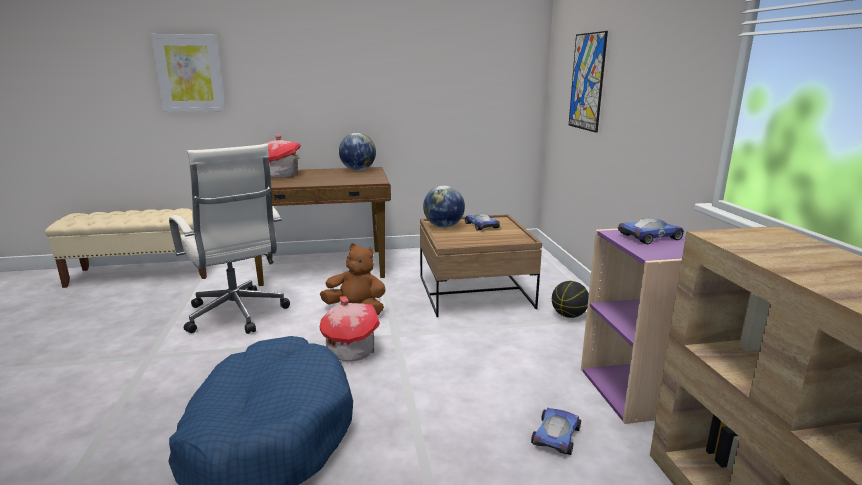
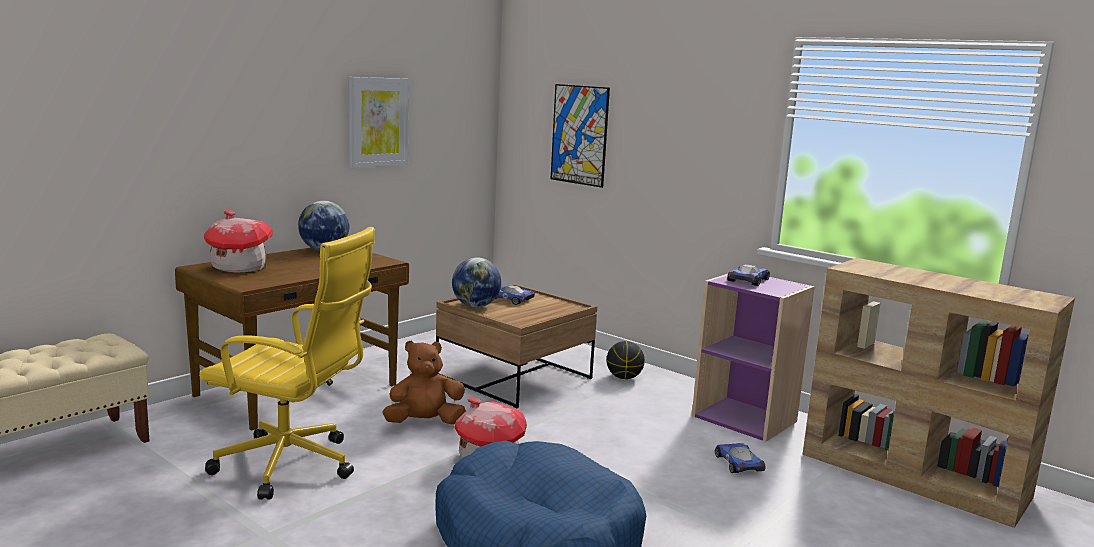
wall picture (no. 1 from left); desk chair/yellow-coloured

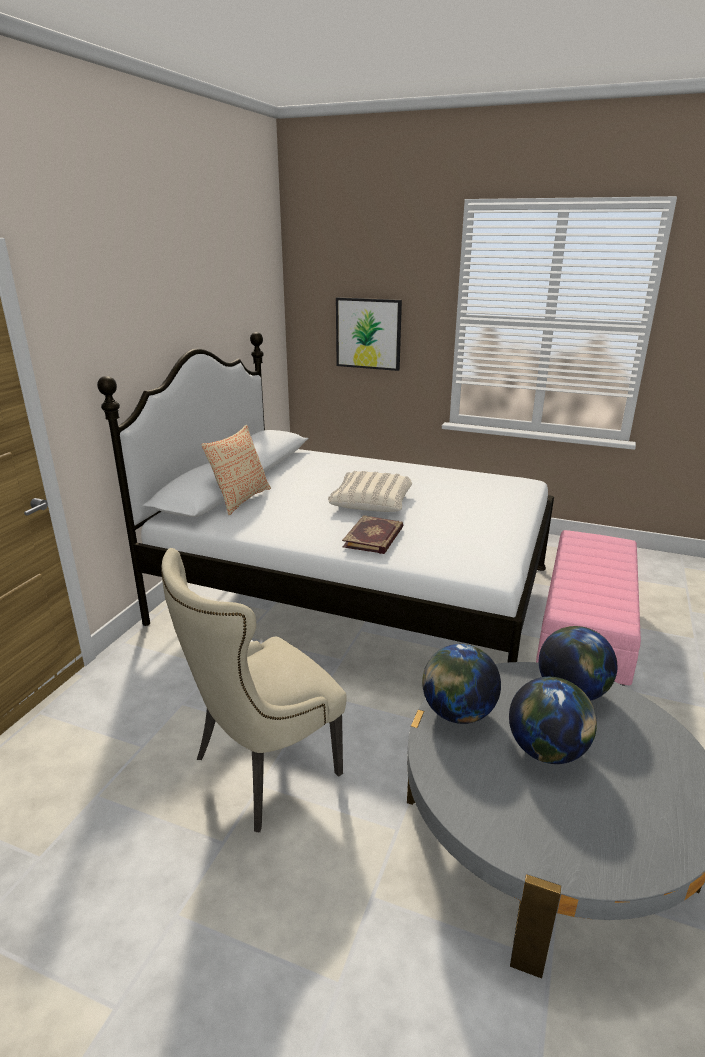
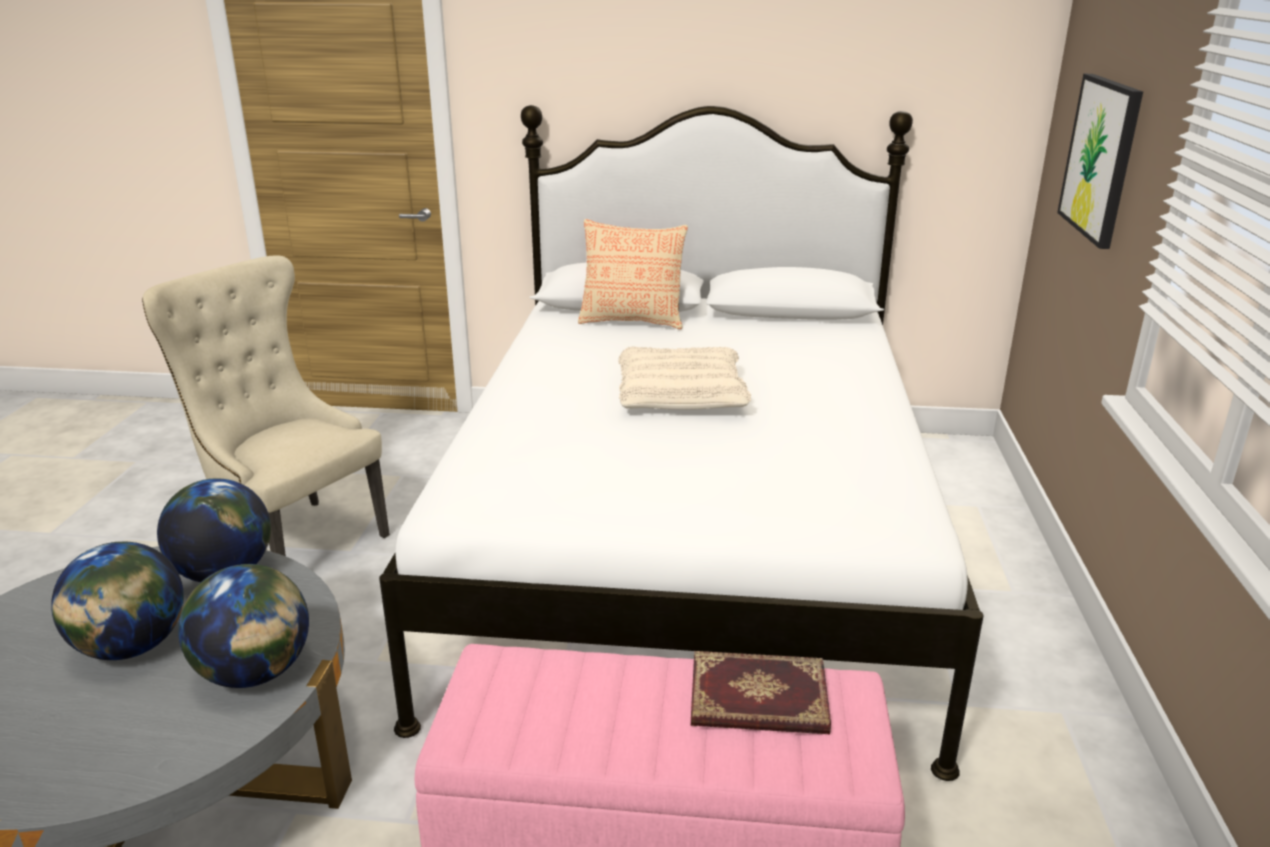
bound book

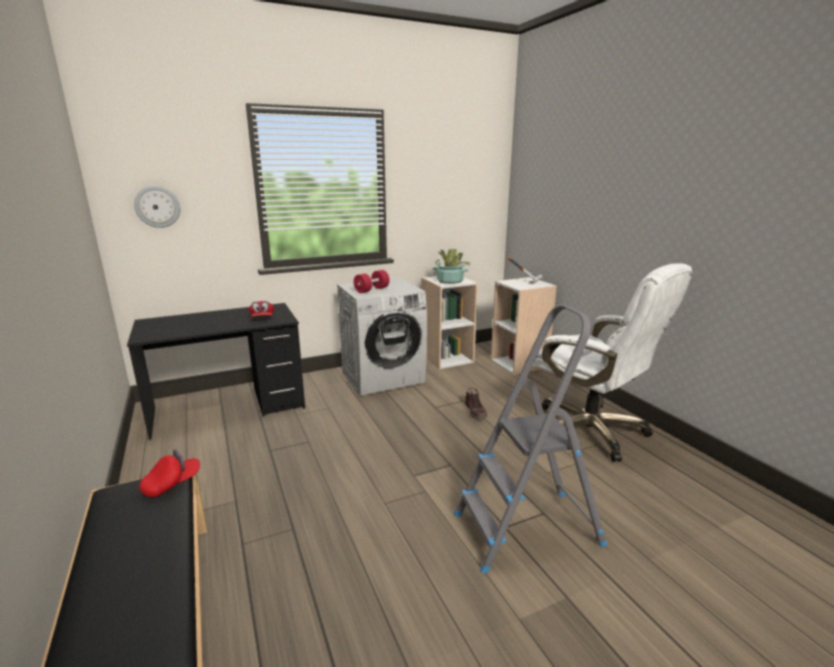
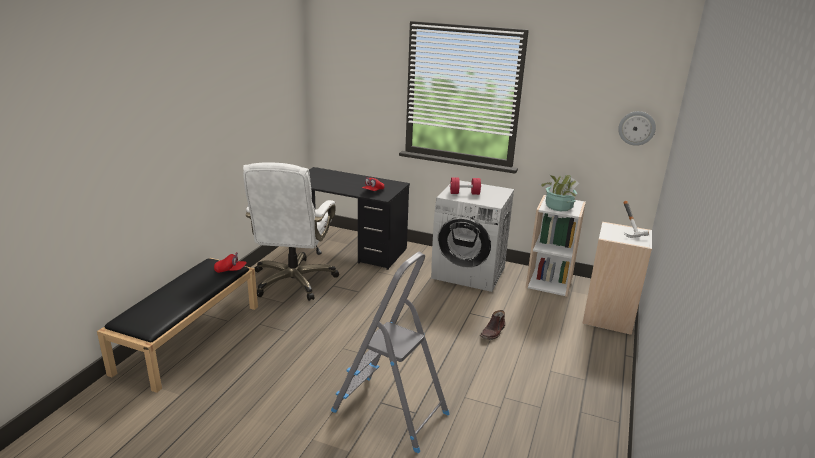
clock on the wall; desk chair/white

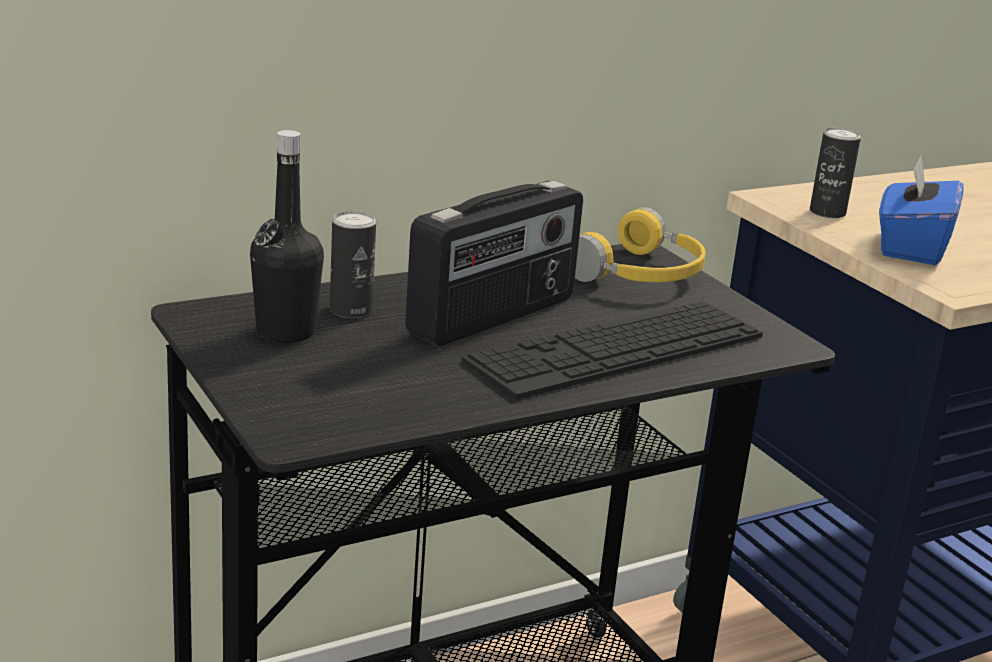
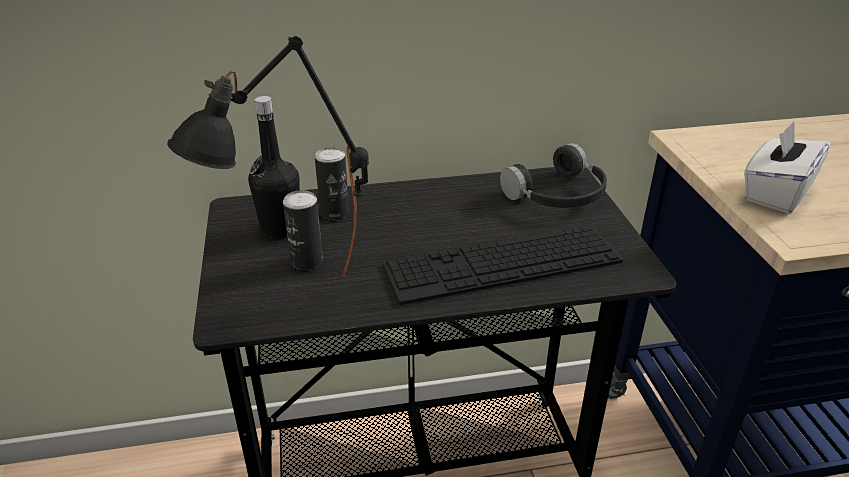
radio; lamp for a table/black-coloured; can (no. 1 from left); headphones/black-coloured; box of tissues/white

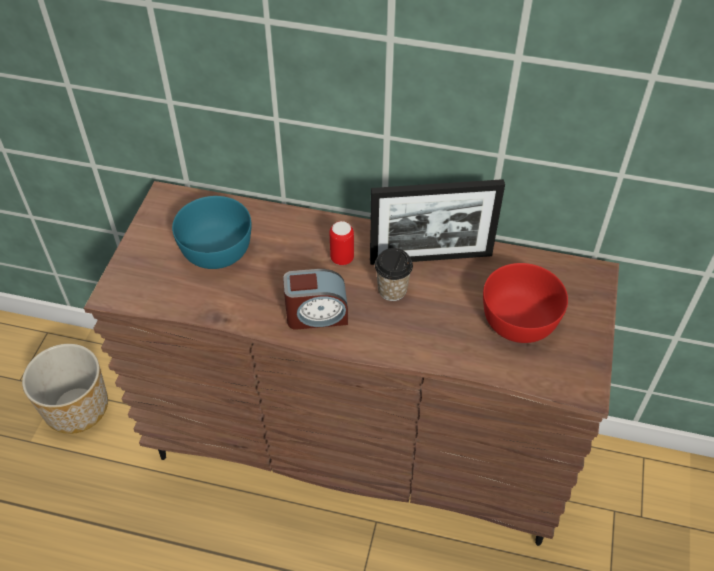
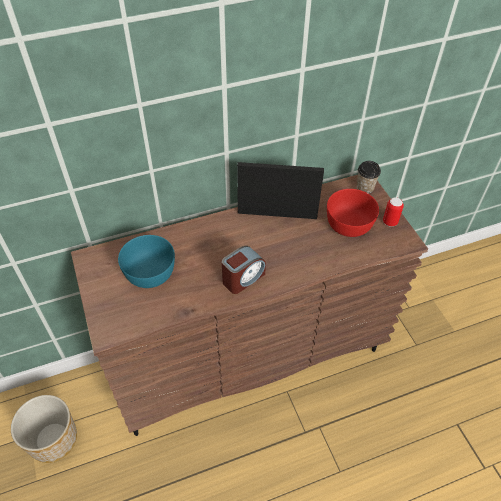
can; small cup; photo frame

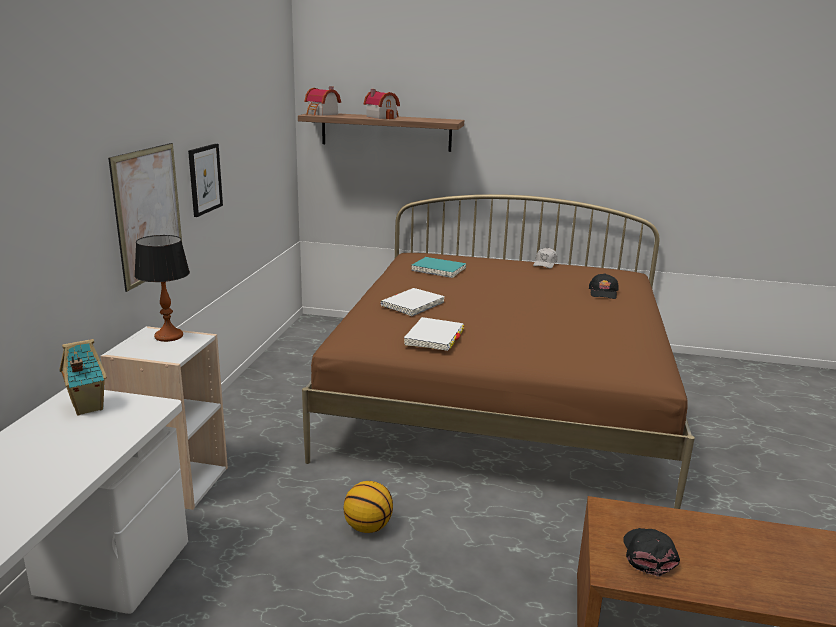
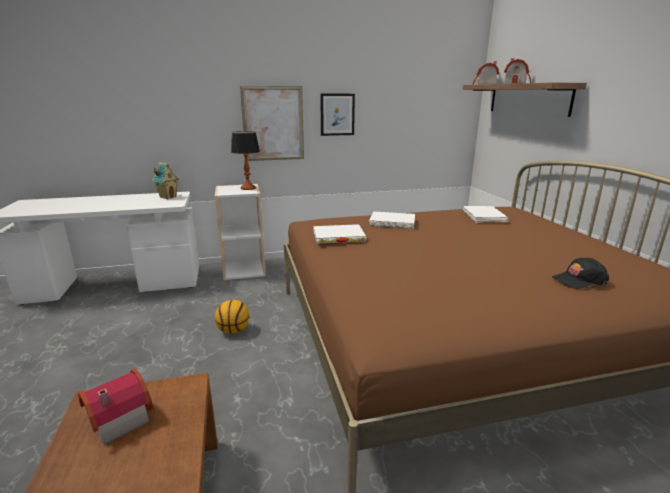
cap/white; toy house (no. 1 from left); bound book/white (no. 3 from left)

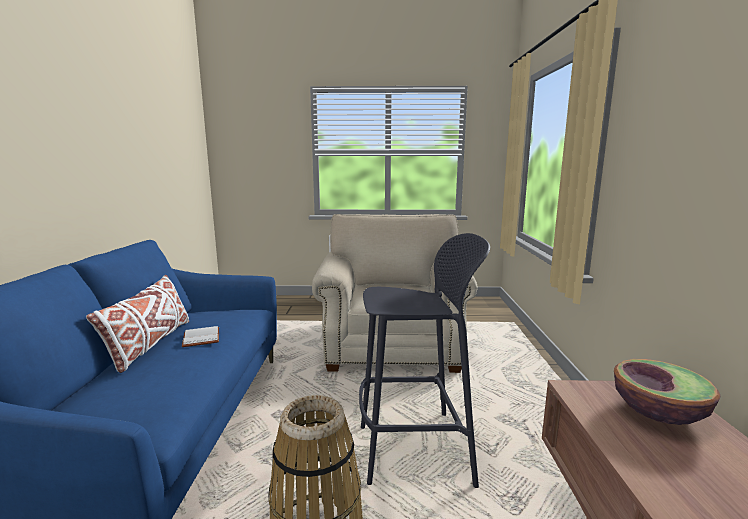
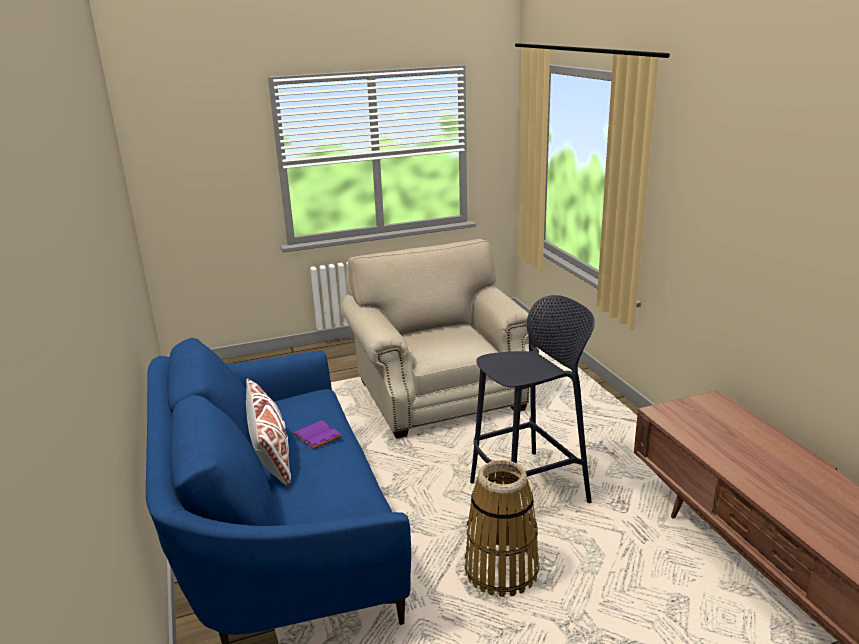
serving bowl; bound book/purple-coloured

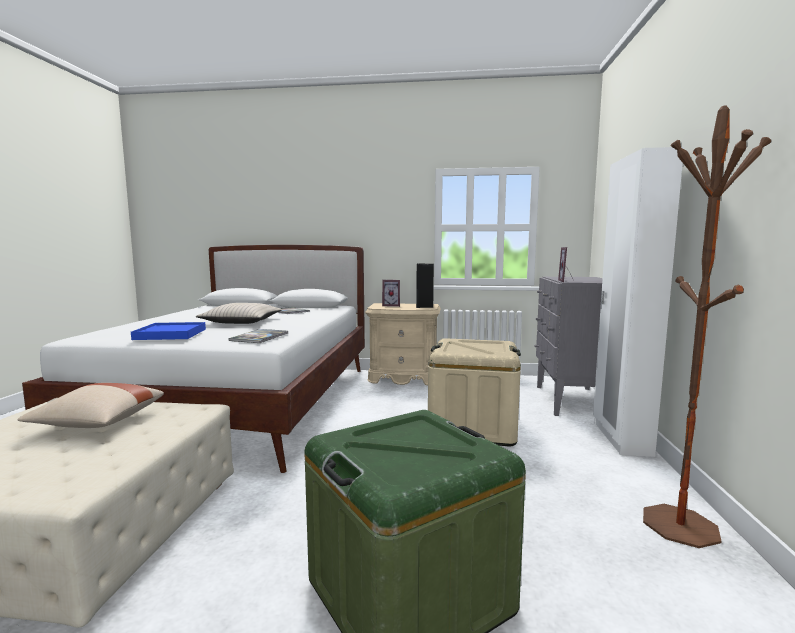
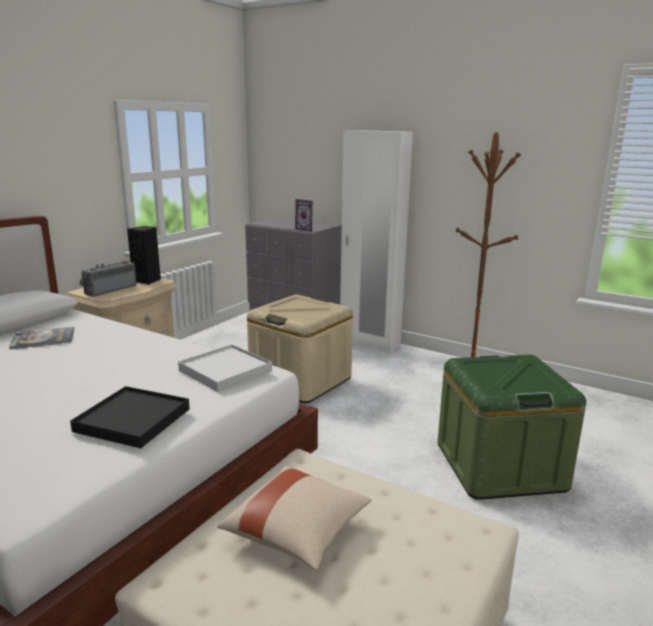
throw pillow/sand-coloured (no. 2 from left in the first image); serving tray/white; radio; serving tray/black-coloured

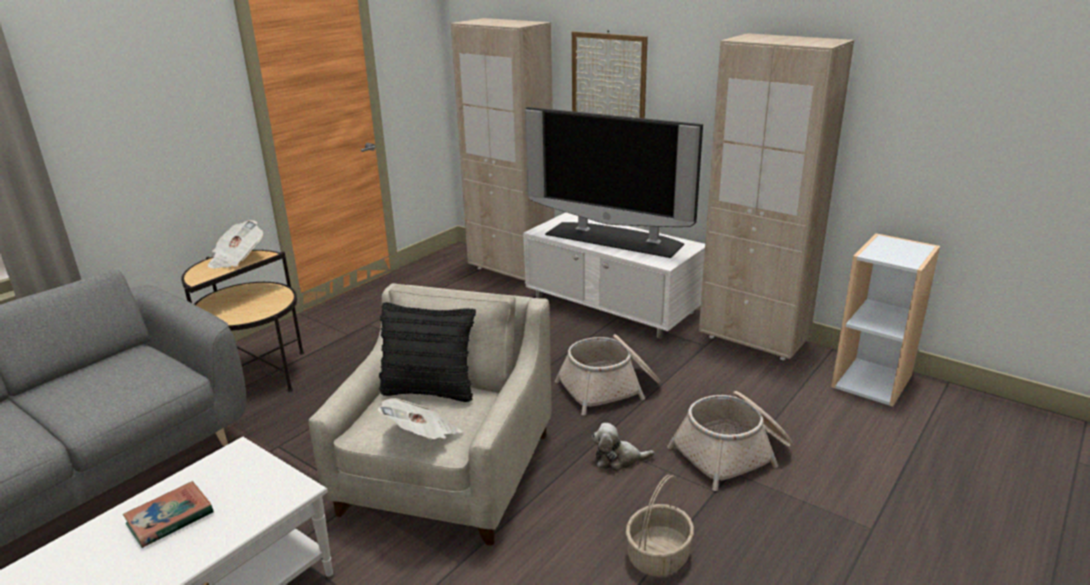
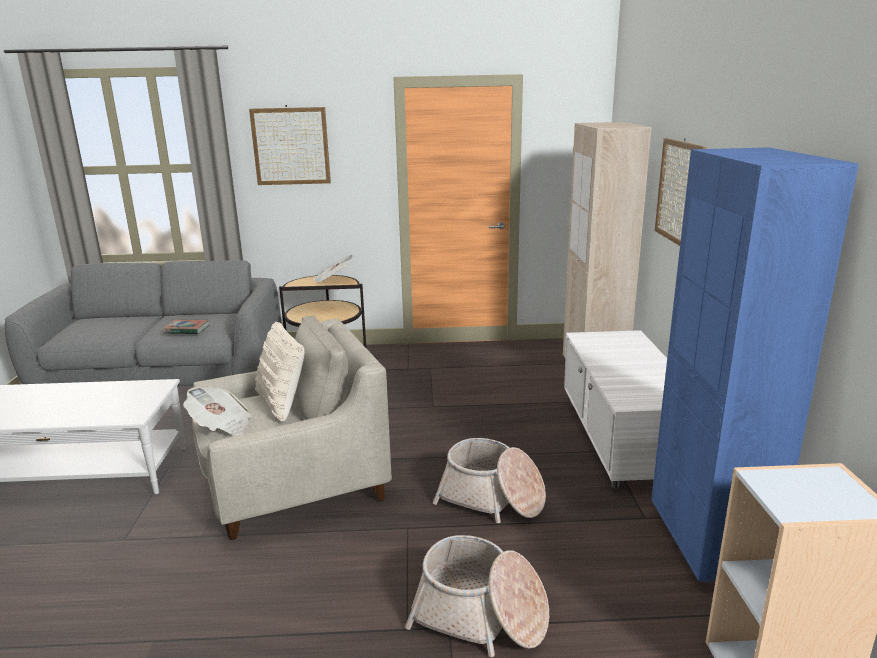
television; soft toy; household basket (no. 2 from left in the first image); wall picture (no. 1 from left); bound book; throw pillow/sand-coloured; cupboard/blue-coloured

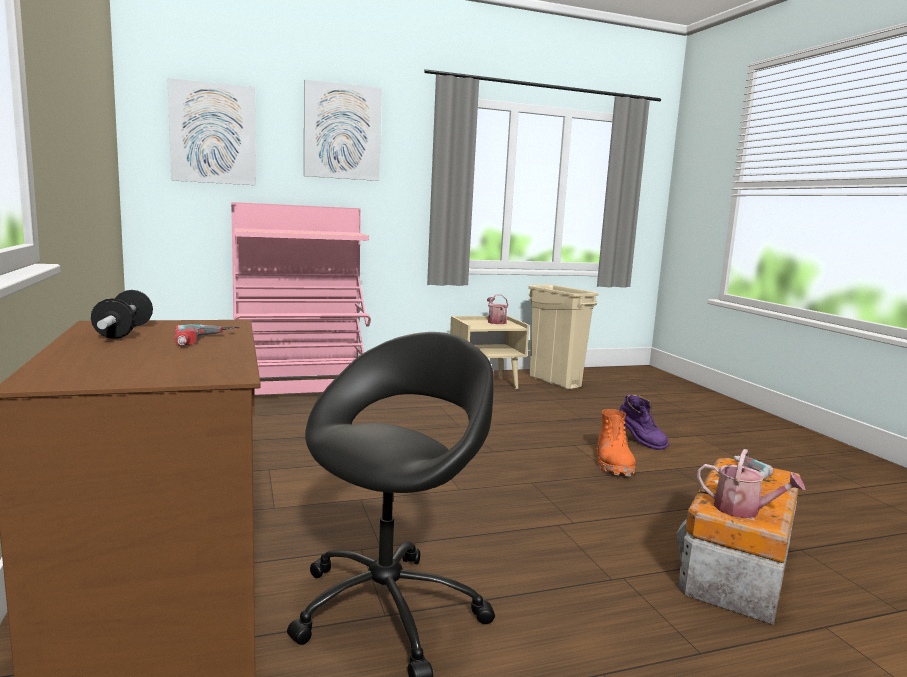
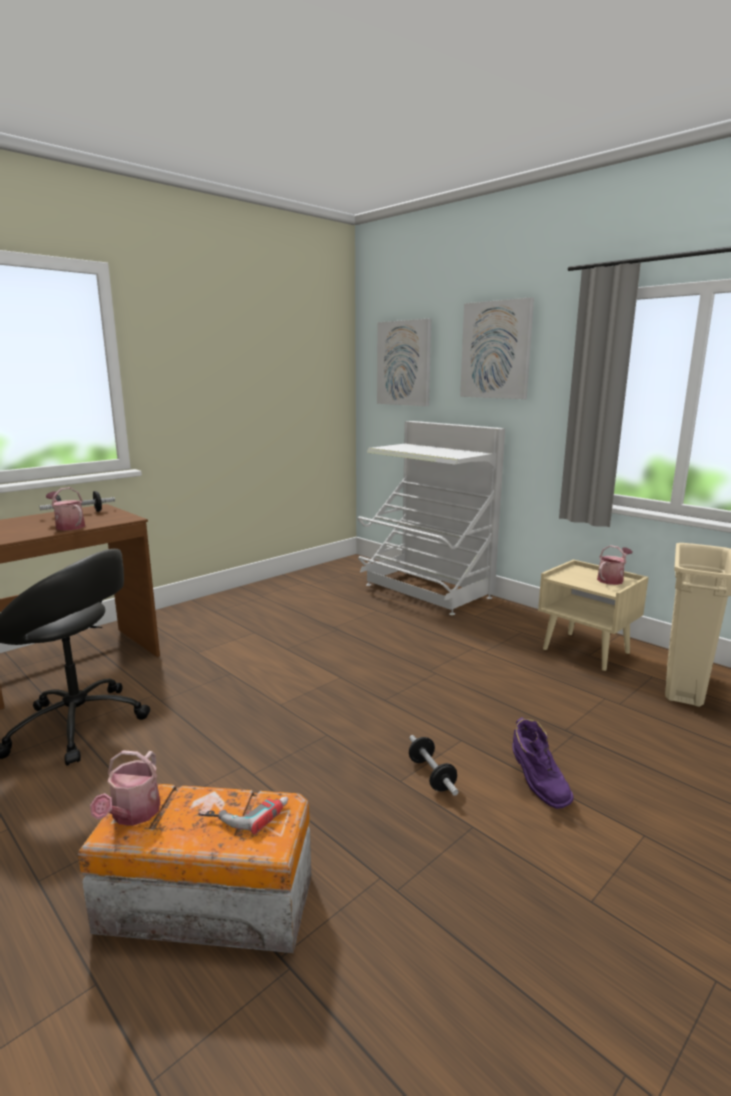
watering pot (no. 1 from left); dumbbell (no. 2 from left); shoe rack/white; boot/purple-coloured

